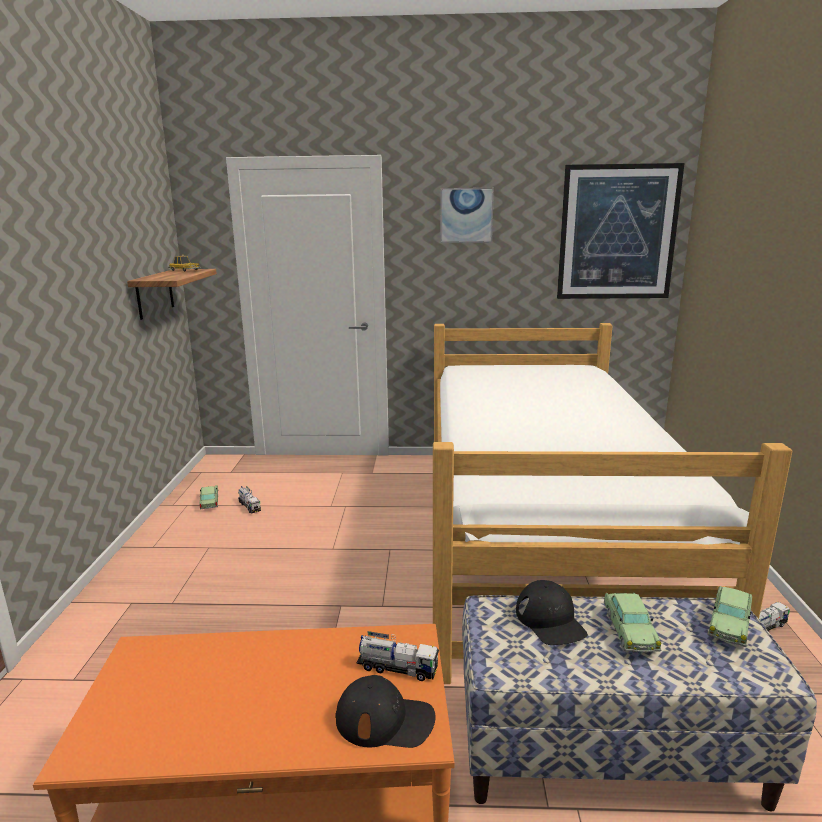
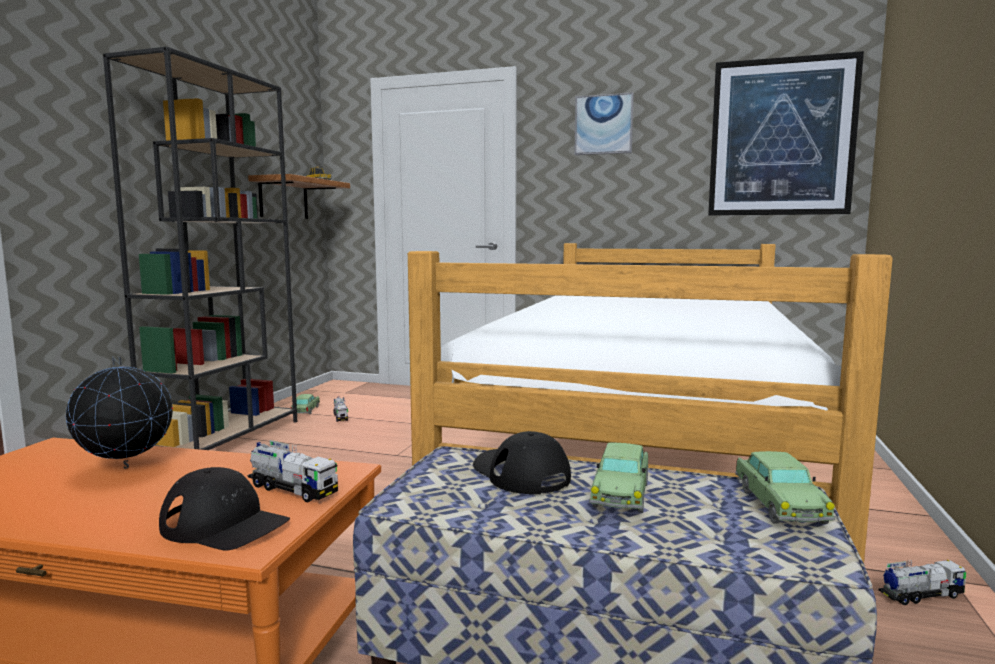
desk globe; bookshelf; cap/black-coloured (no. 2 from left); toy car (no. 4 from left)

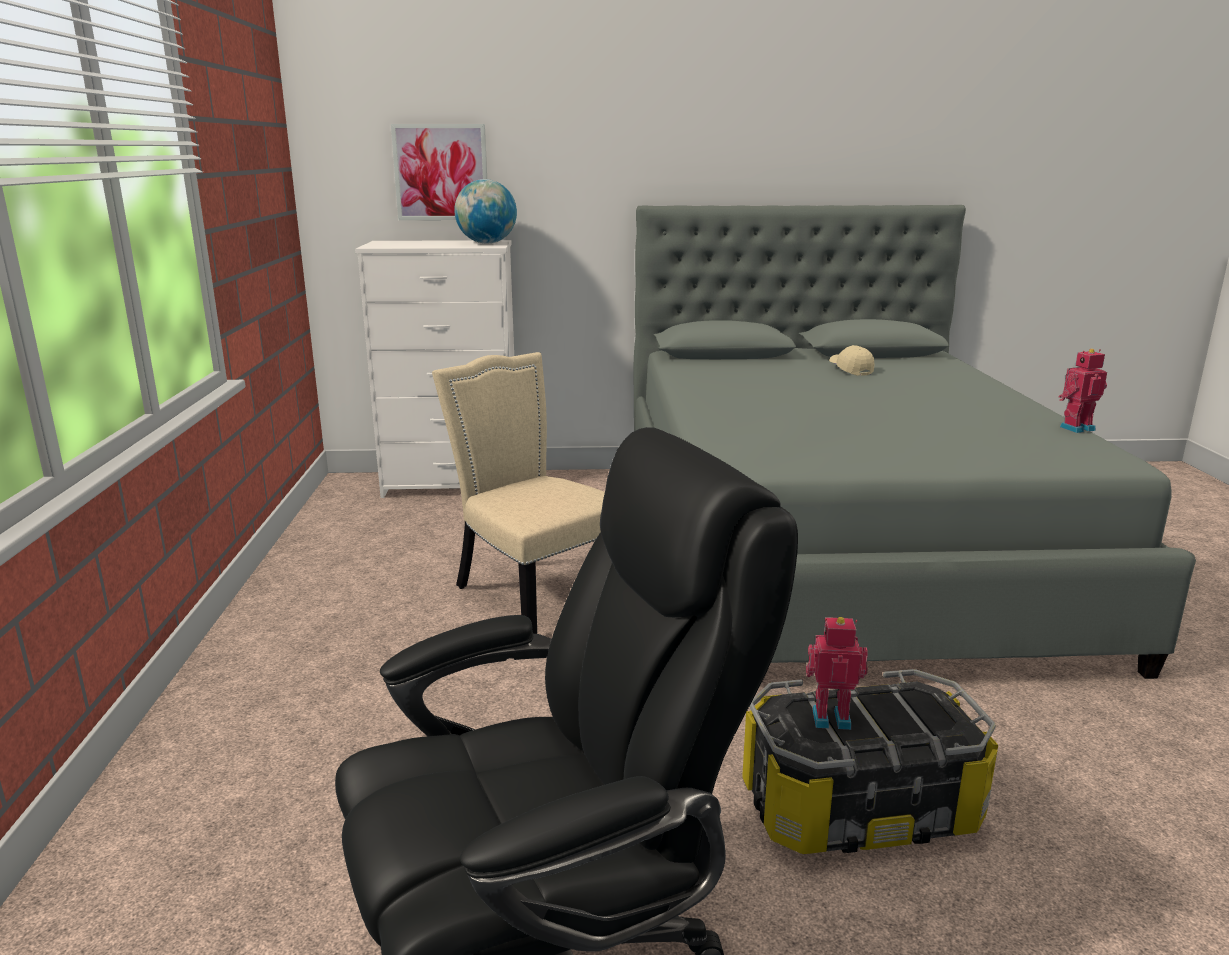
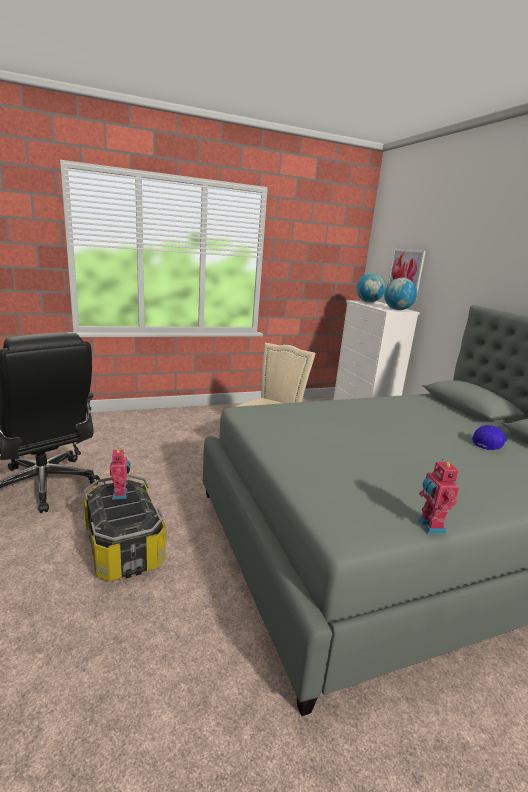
desk globe (no. 1 from left); cap/blue-coloured; toy robot (no. 2 from left)

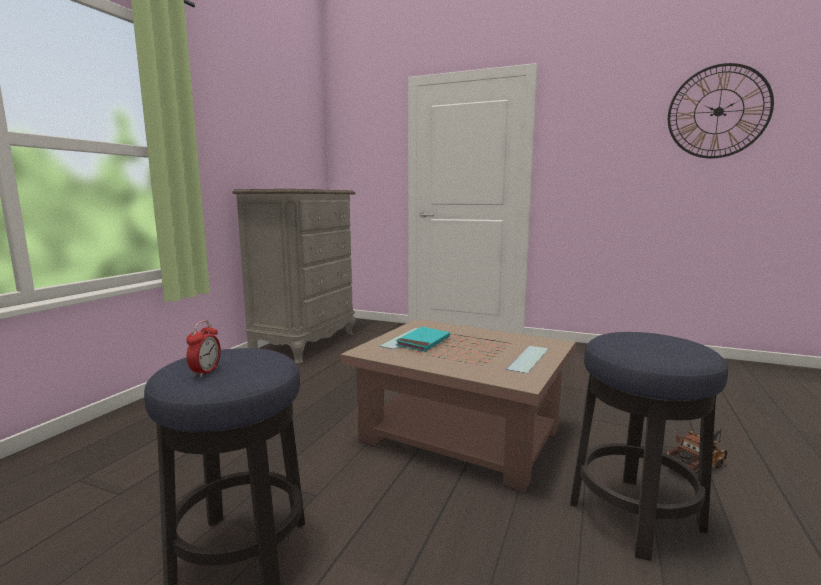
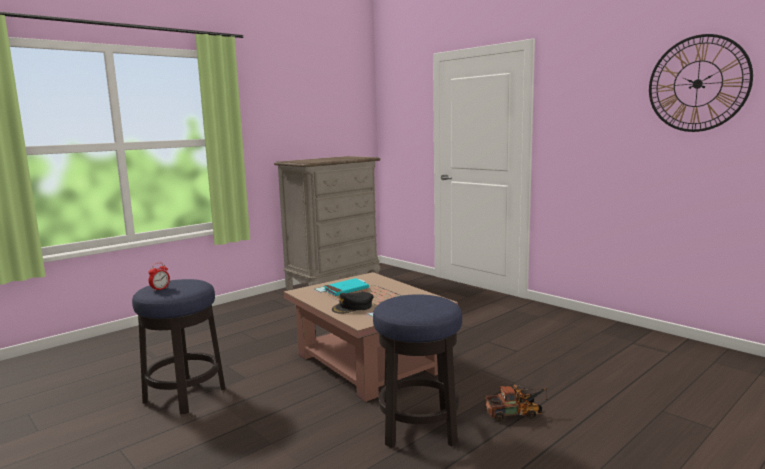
cap/black-coloured

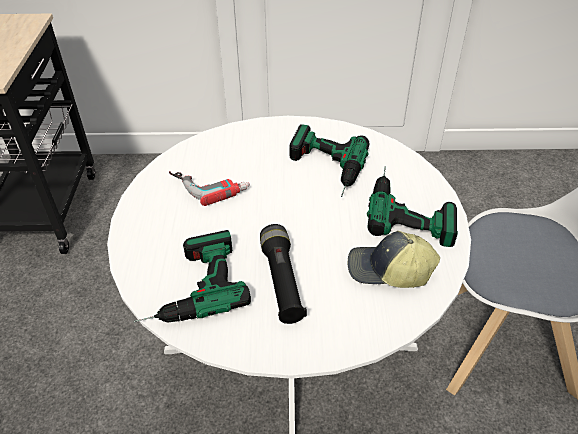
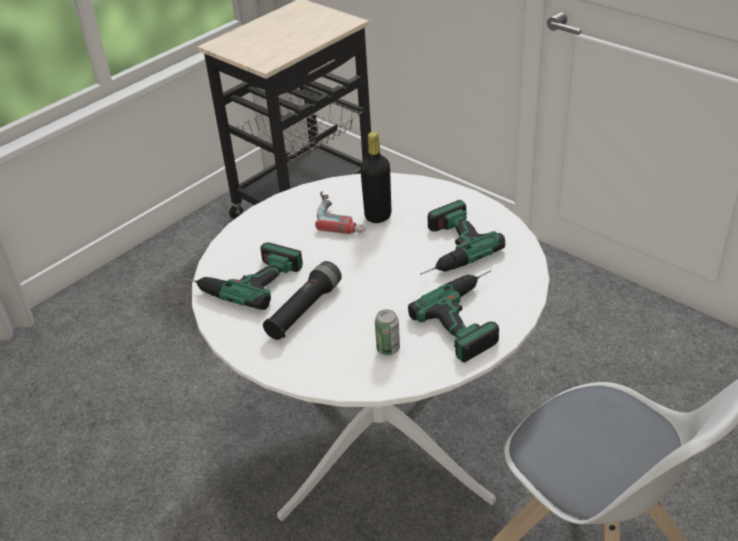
drink bottle/black-coloured; can

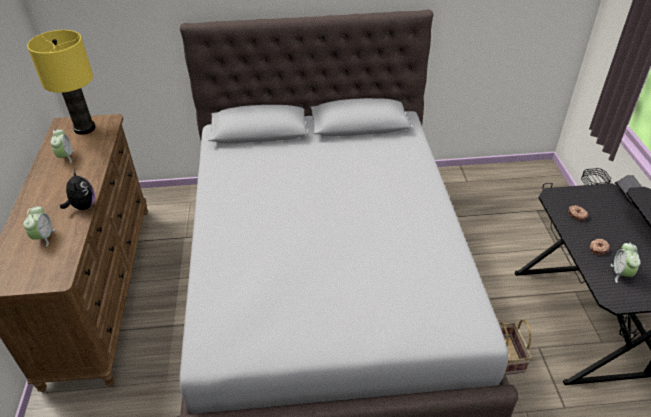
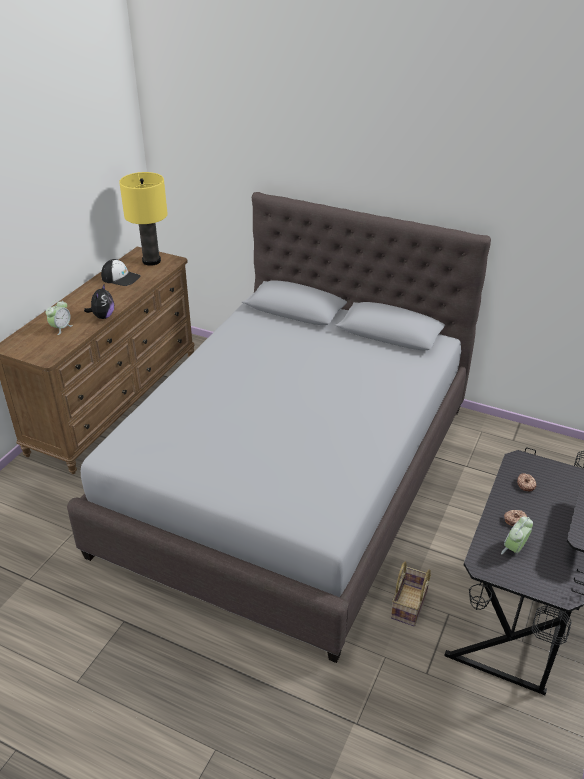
cap

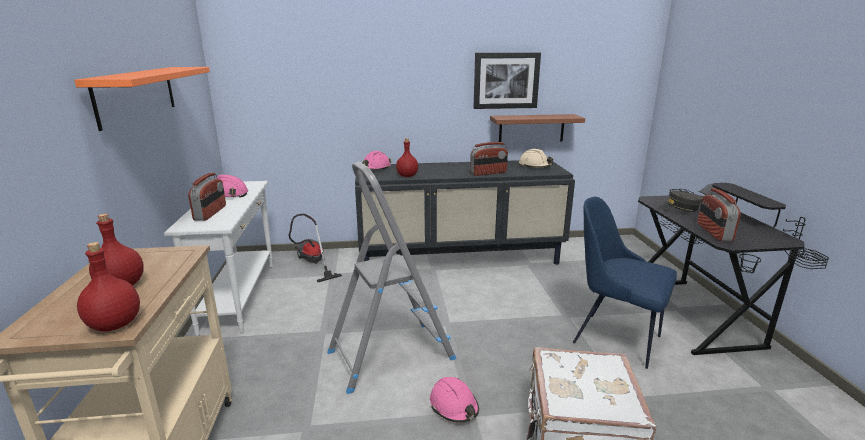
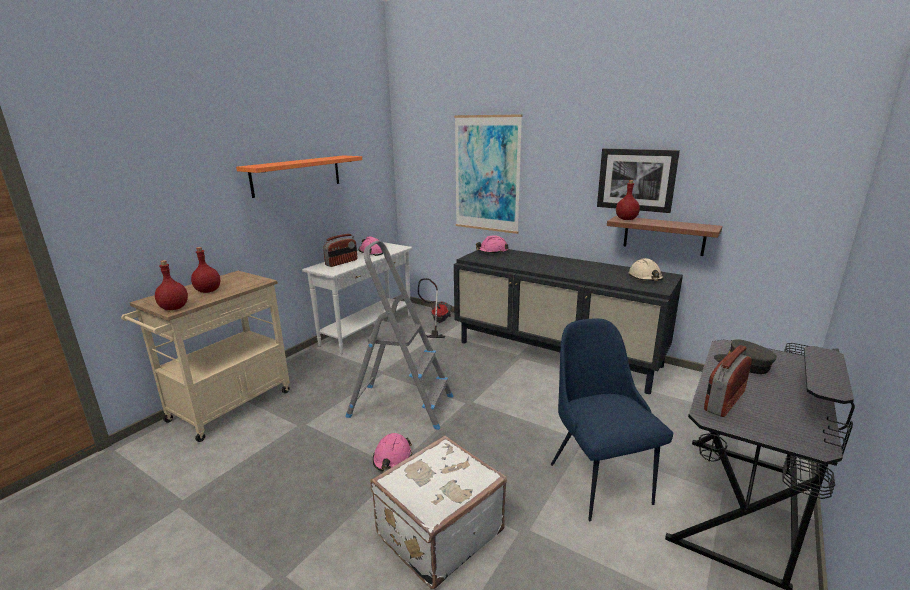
radio (no. 2 from left in the first image); wall picture (no. 1 from left); drink bottle/red-coloured (no. 3 from left)

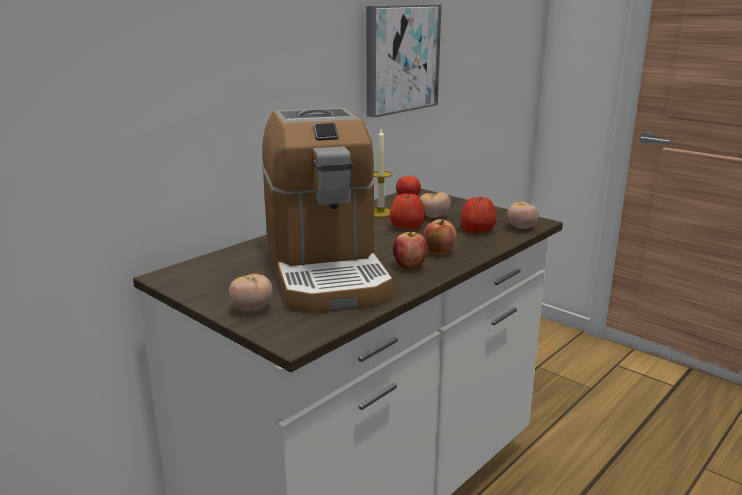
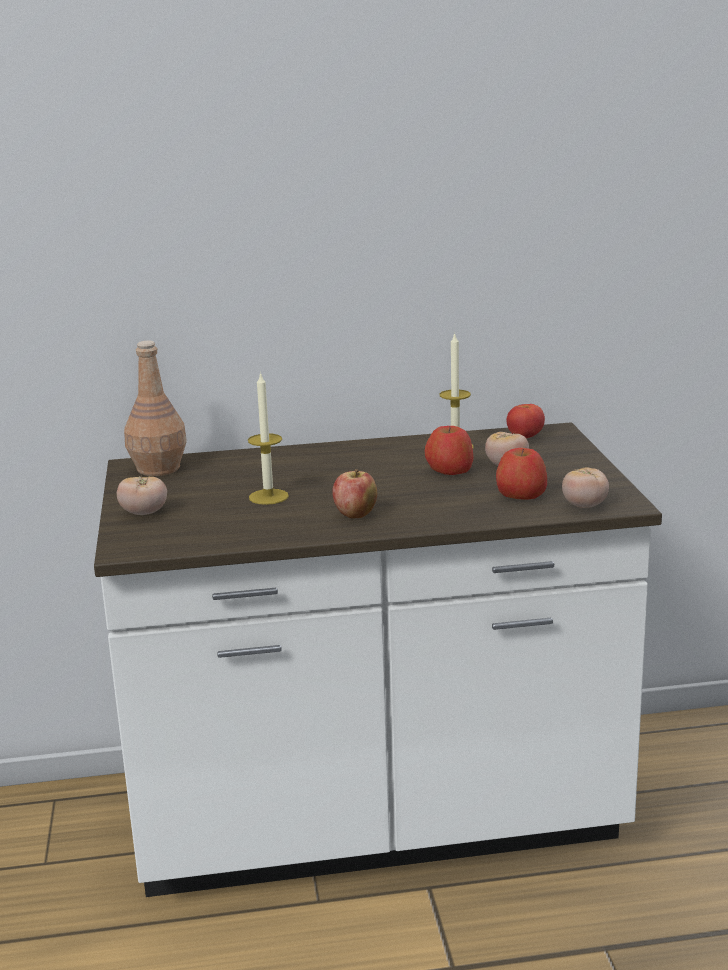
wall picture; apple (no. 3 from left in the first image); drink bottle/brownish; wax light (no. 1 from left)

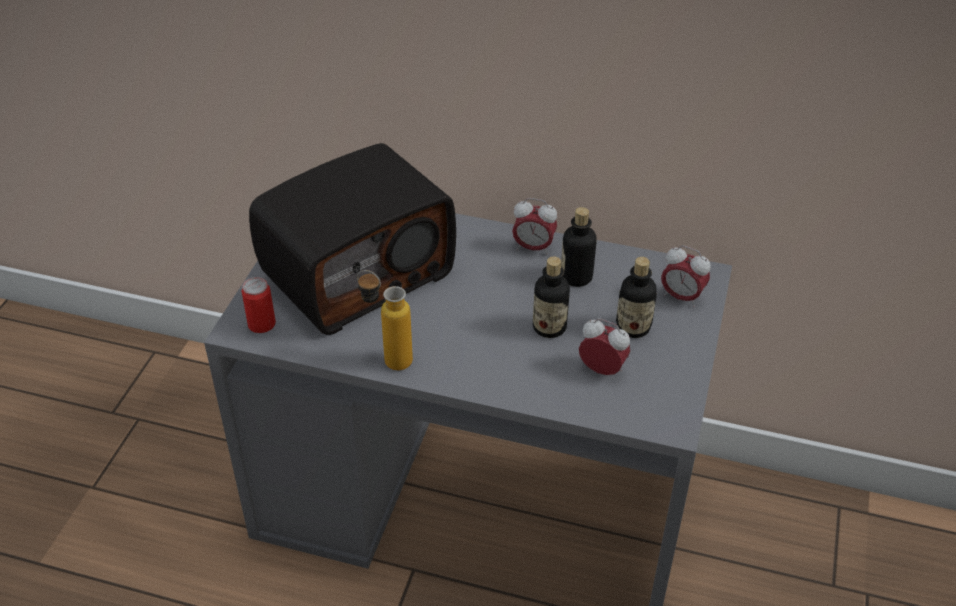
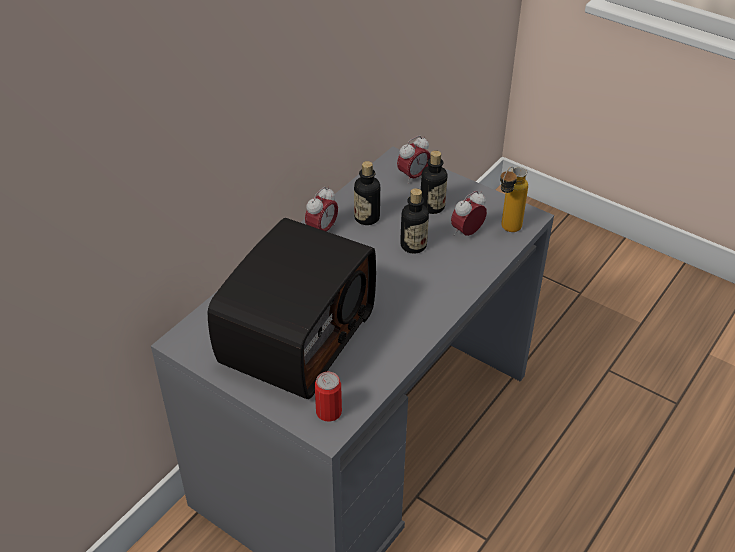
drink bottle (no. 4 from left); radio

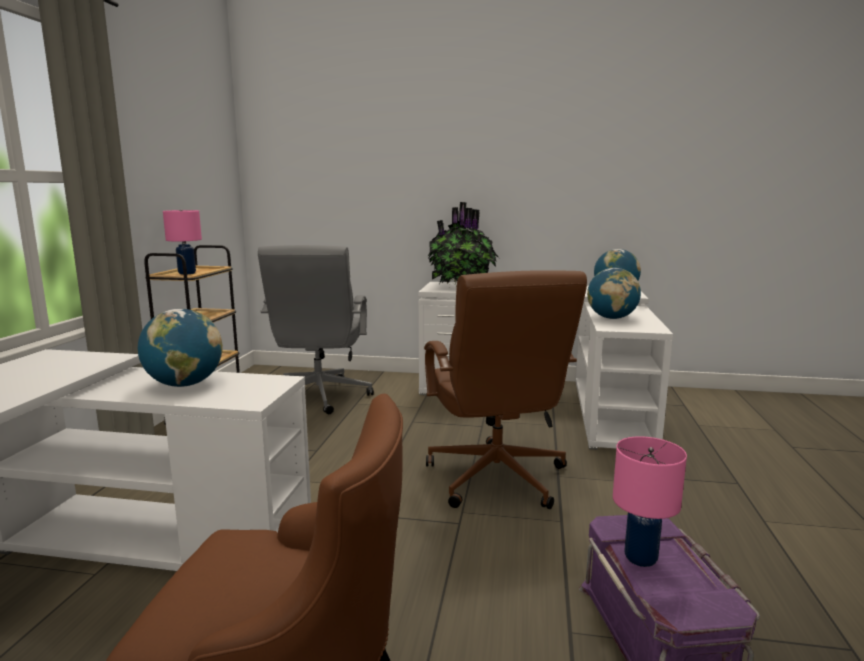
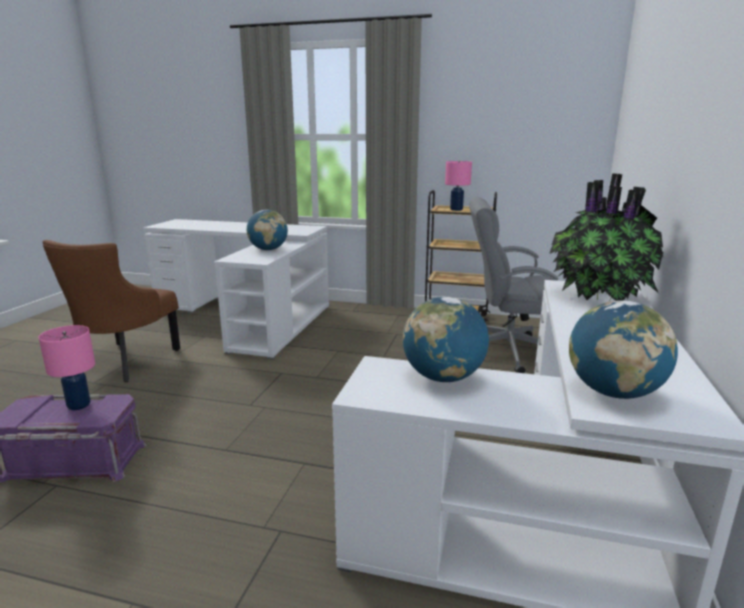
desk chair/brownish

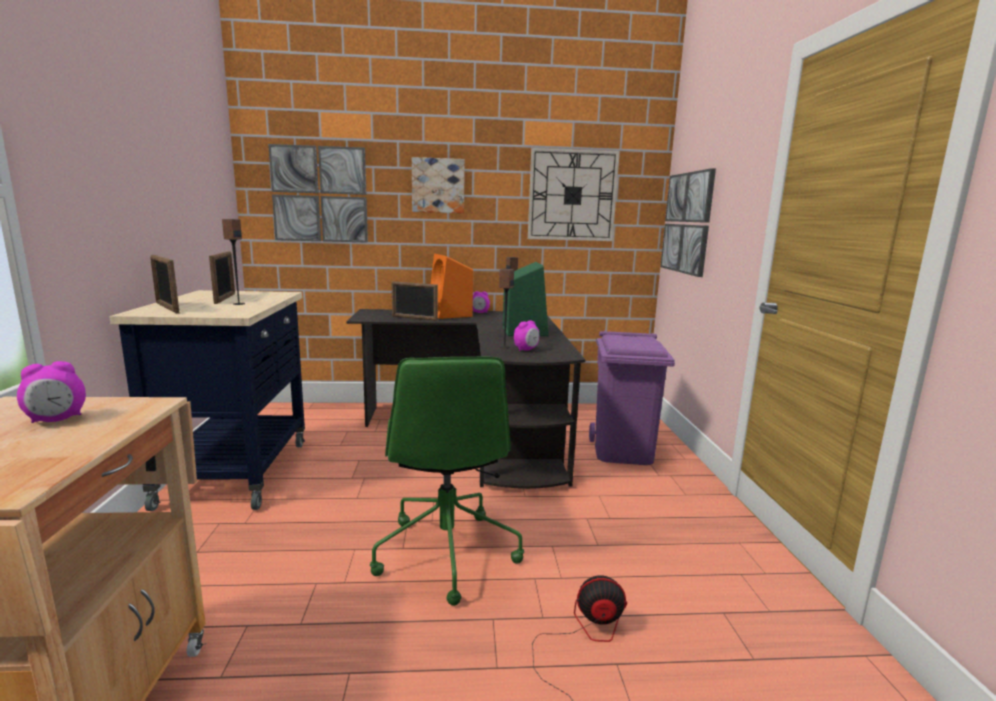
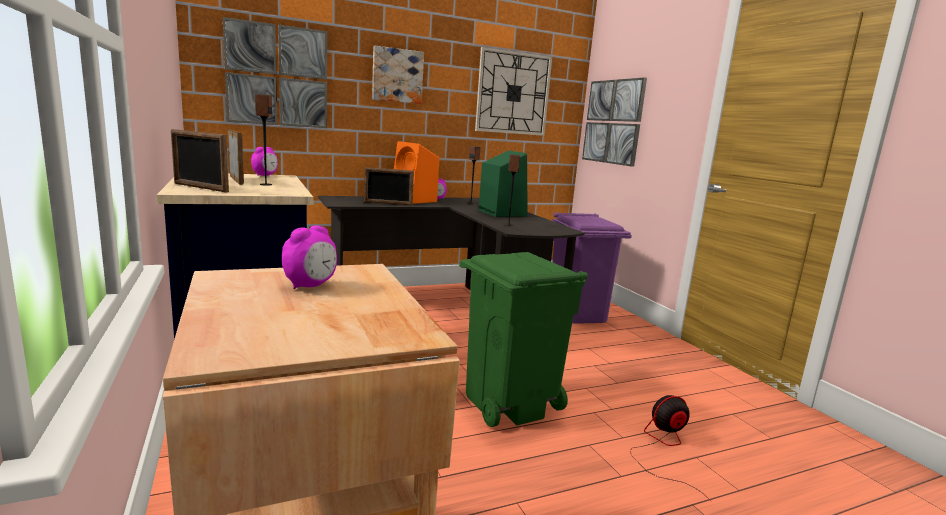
table clock (no. 1 from left); waste bin/green

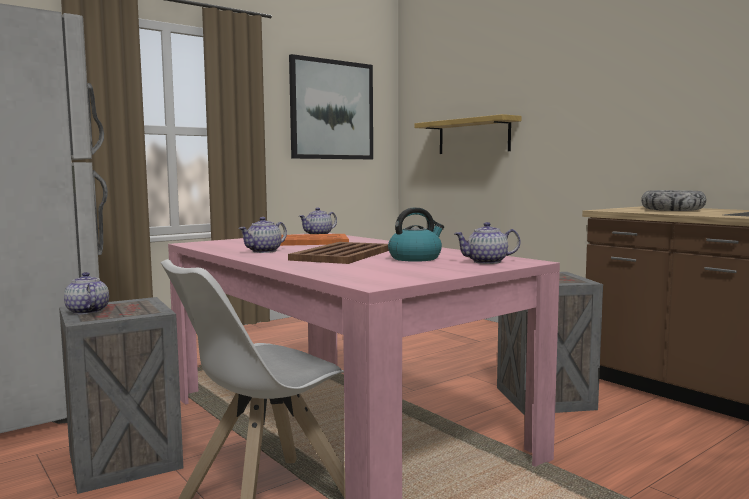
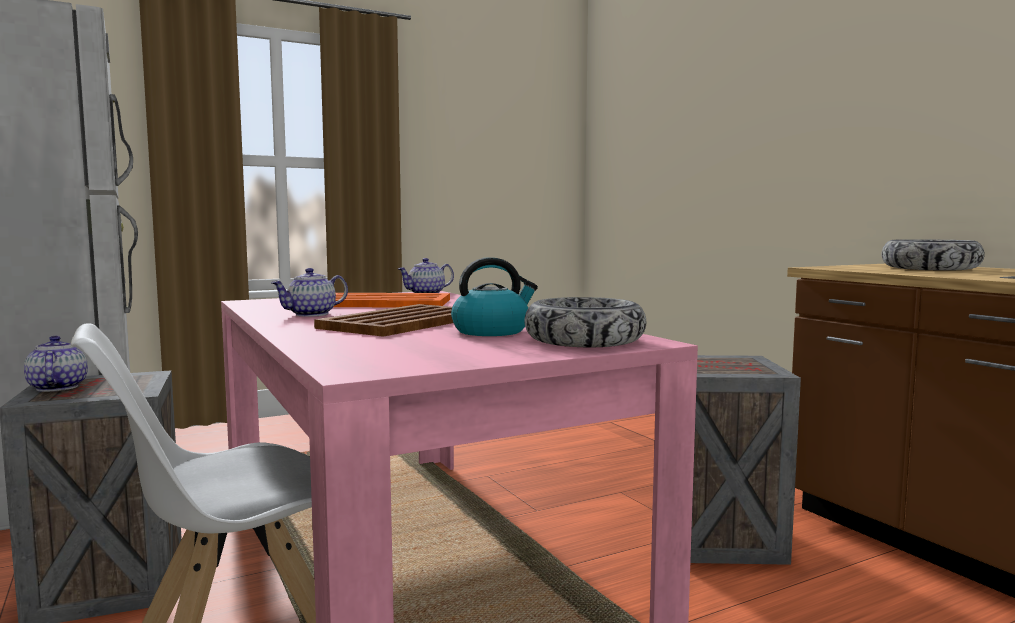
wall picture; shelf; serving bowl (no. 1 from left)

